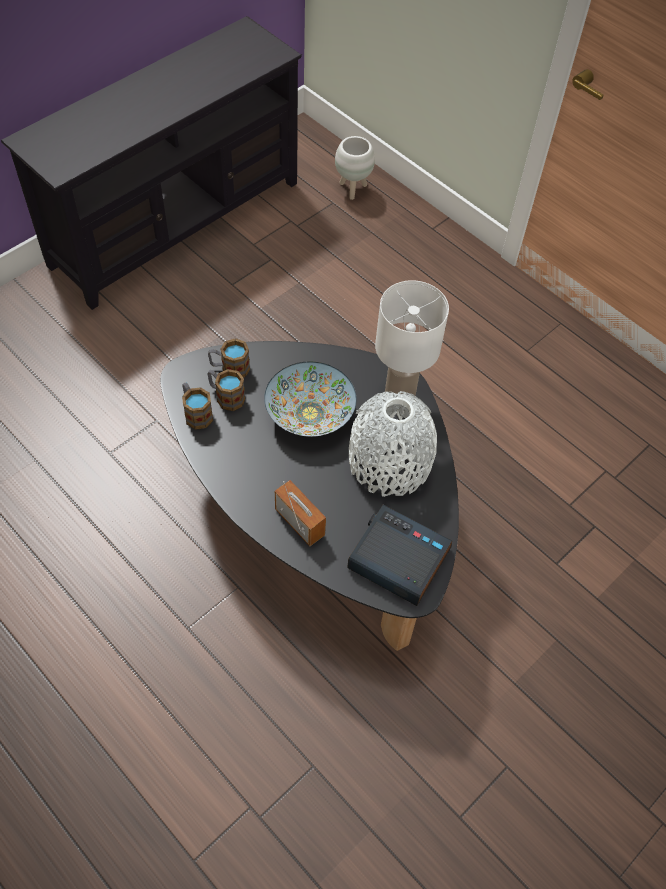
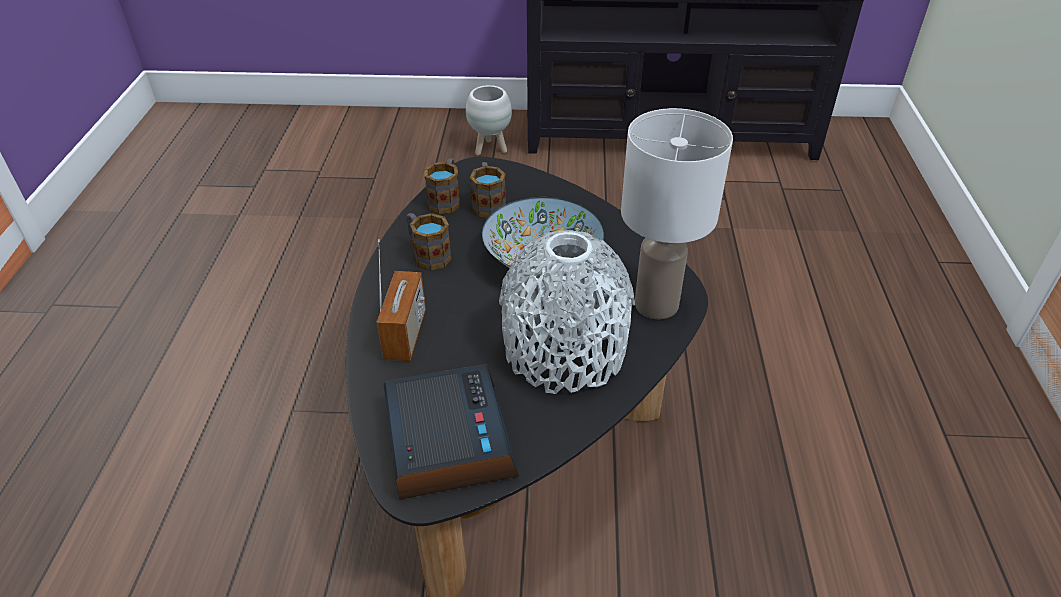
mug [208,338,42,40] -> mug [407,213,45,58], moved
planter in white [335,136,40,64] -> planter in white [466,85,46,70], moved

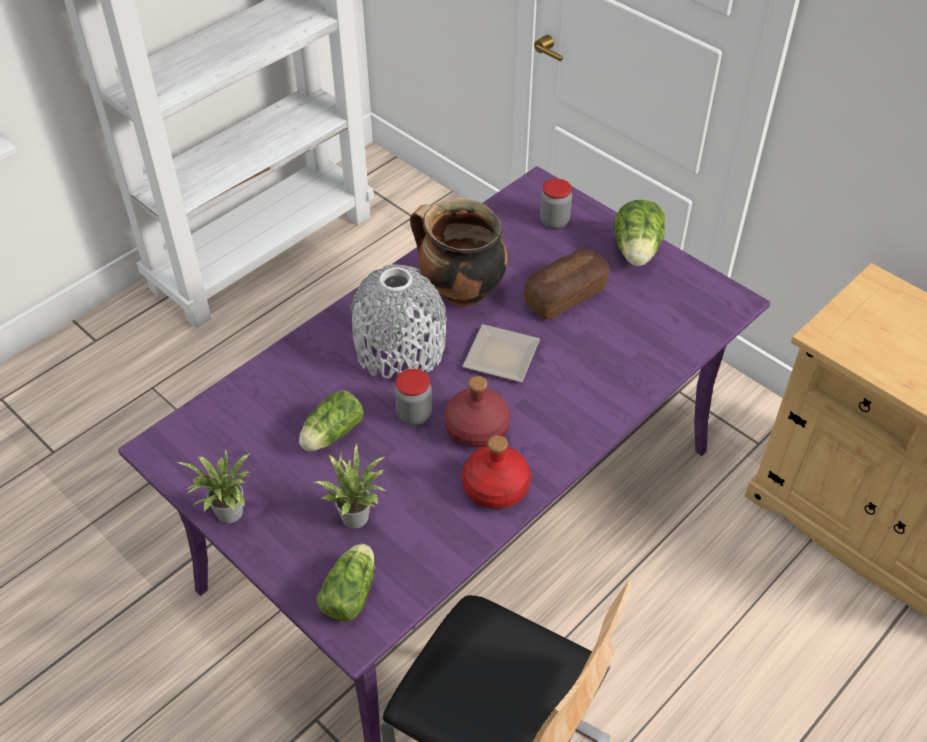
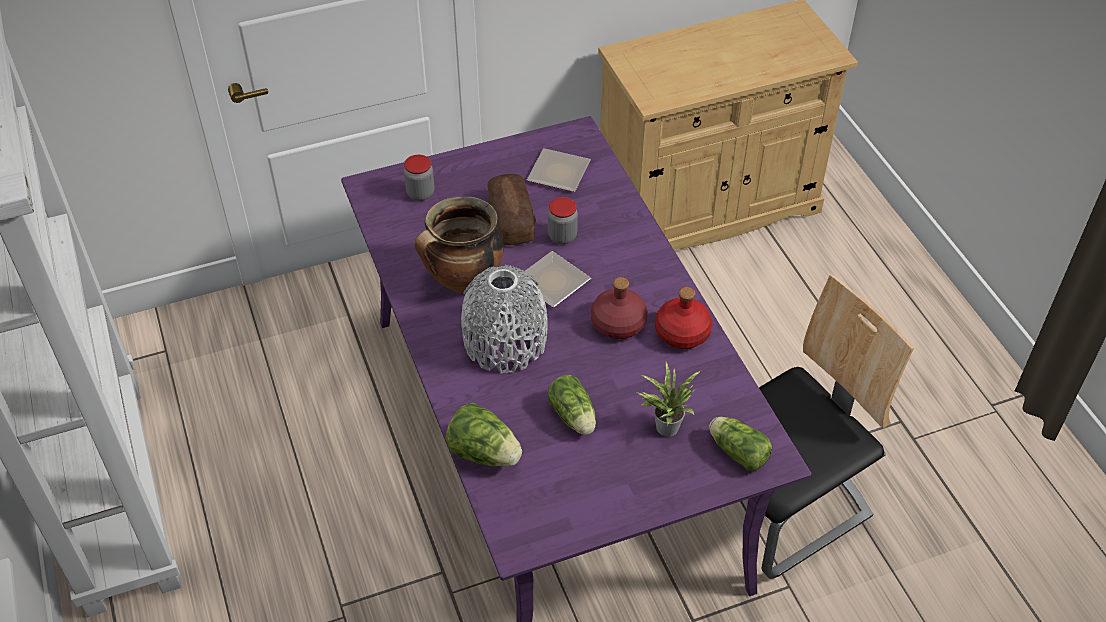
potted plant [176,448,75,75] -> none
none -> plate [527,148,64,44]
jar [395,369,37,56] -> jar [548,197,30,47], moved
lettuce [614,200,51,66] -> lettuce [446,403,76,64], moved

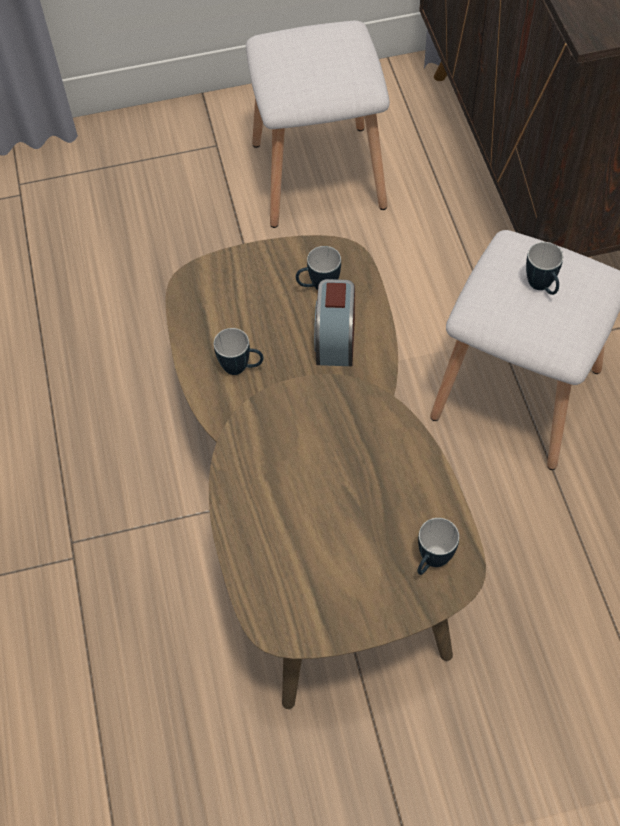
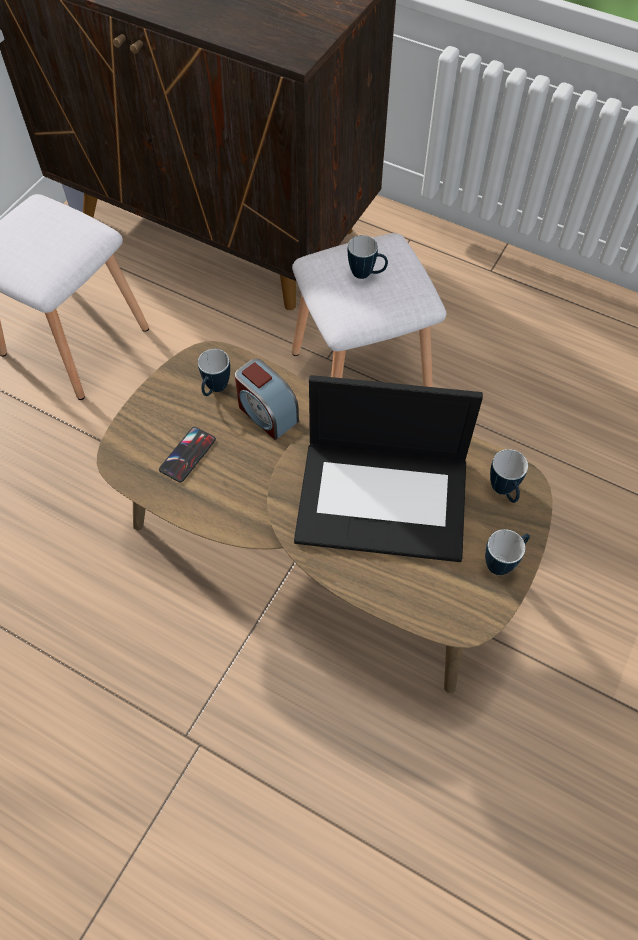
none -> phone [159,427,57,56]
none -> laptop [294,375,189,187]
mug [214,328,50,47] -> mug [485,529,45,46], moved

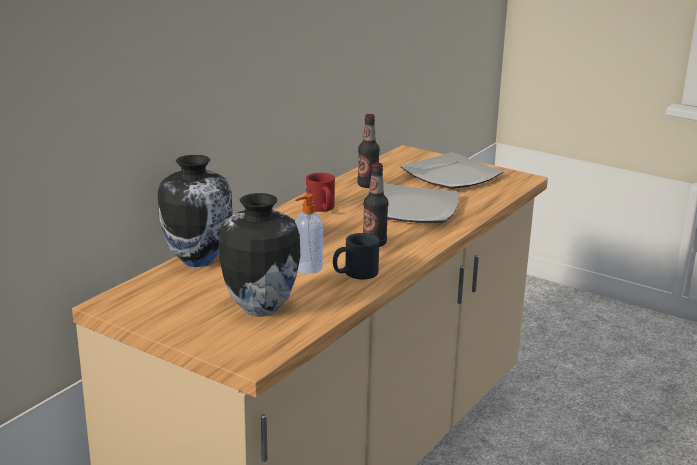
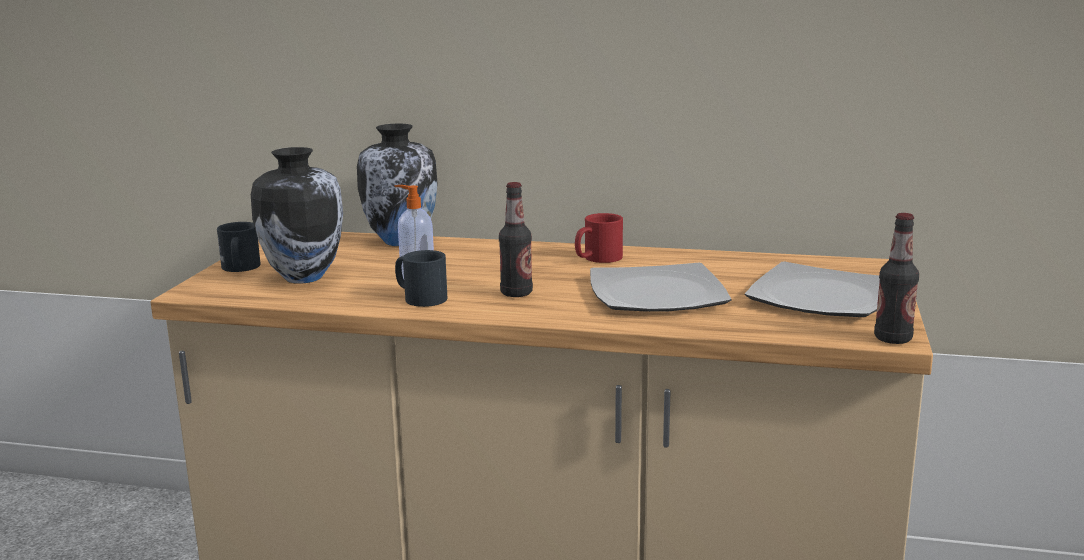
none -> mug in black [217,222,44,50]
bottle [357,114,23,74] -> bottle [874,213,45,131], moved

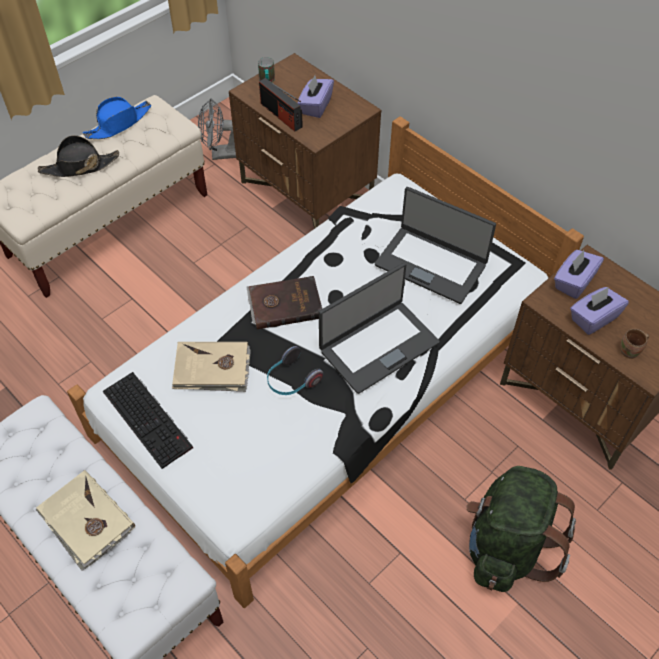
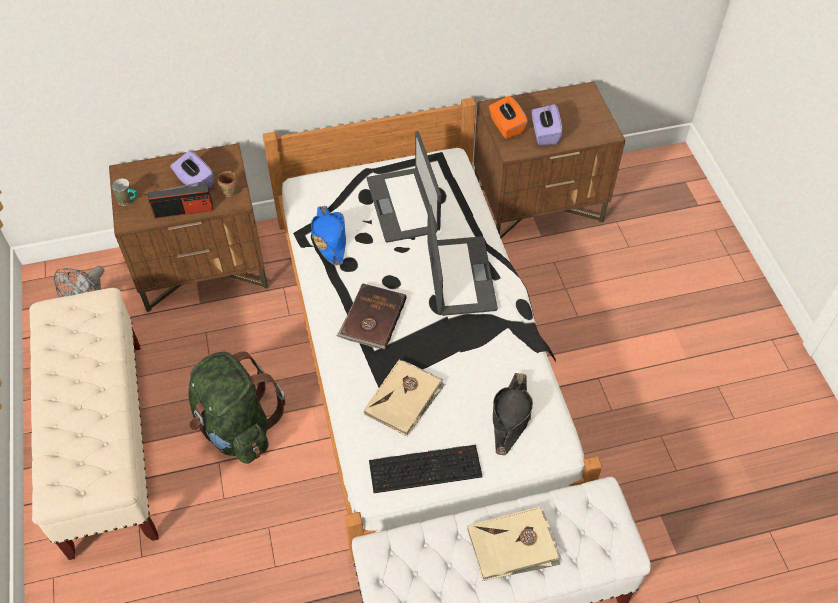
headphones [267,346,56,49] -> none
hat in black [38,135,81,42] -> hat in black [493,373,40,82], moved
hat in blue [83,97,68,42] -> hat in blue [311,206,35,59], moved
backpack in green [466,466,110,126] -> backpack in green [189,351,96,113], moved
mug in brown [620,329,29,30] -> mug in brown [218,171,20,26], moved
tissue box in purple [554,250,50,49] -> tissue box in orange [489,96,39,43]
laptop [375,187,121,117] -> laptop [366,131,75,112], 105 degrees clockwise

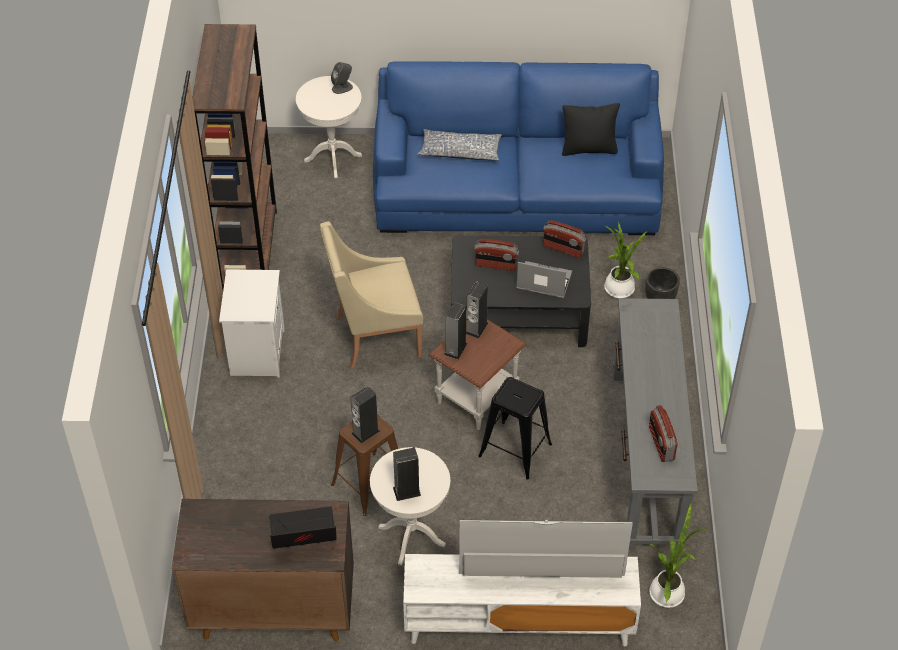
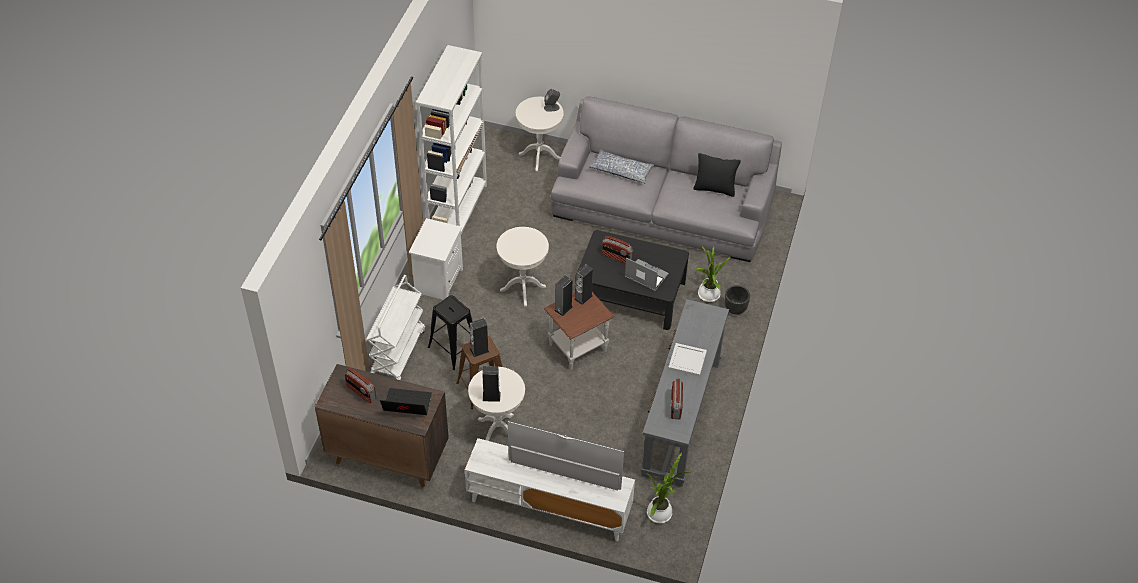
none -> cart in white [366,275,59,105]
none -> tray in white [668,343,39,34]
stool in black [478,377,74,103] -> stool in black [428,295,45,75], moved
radio [543,220,43,38] -> radio [345,368,31,35], moved
armchair in beige [320,221,103,147] -> side table in white [497,227,52,80]
bookcase in brown [192,24,85,265] -> bookcase in white [416,45,71,189]
sofa in blue [373,61,291,174] -> sofa in grey [551,96,231,166]

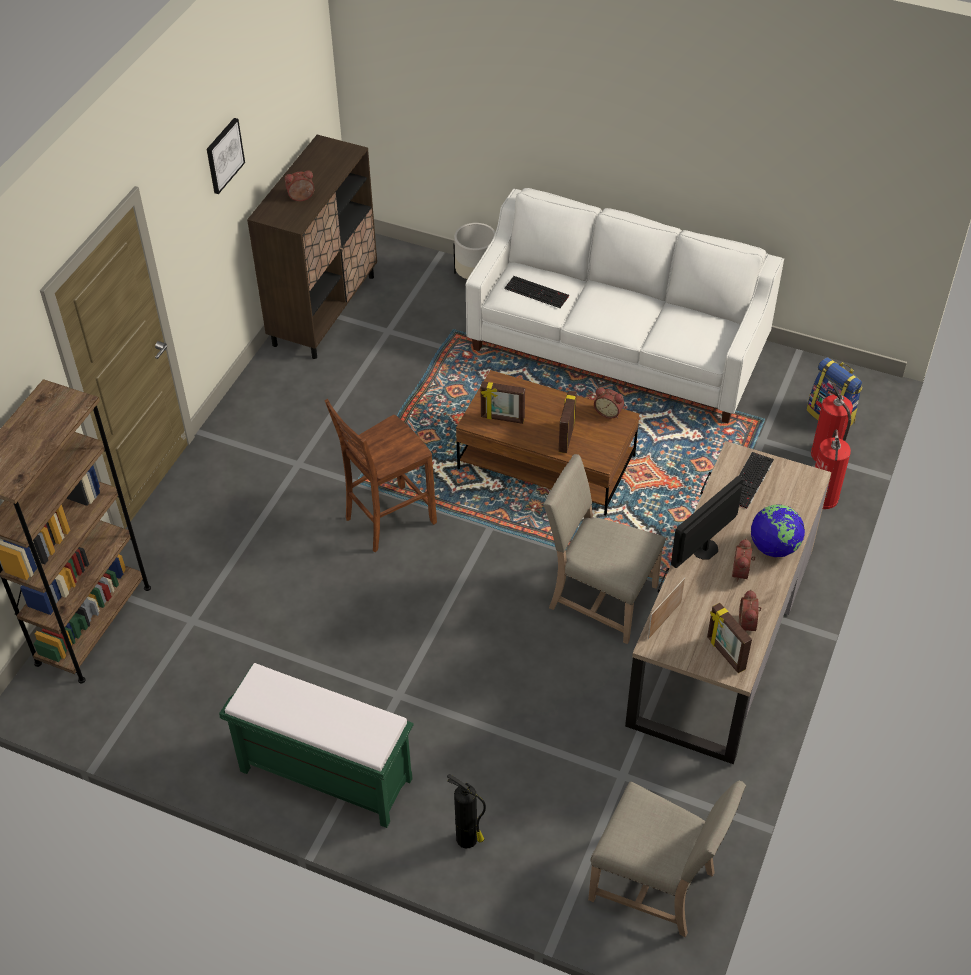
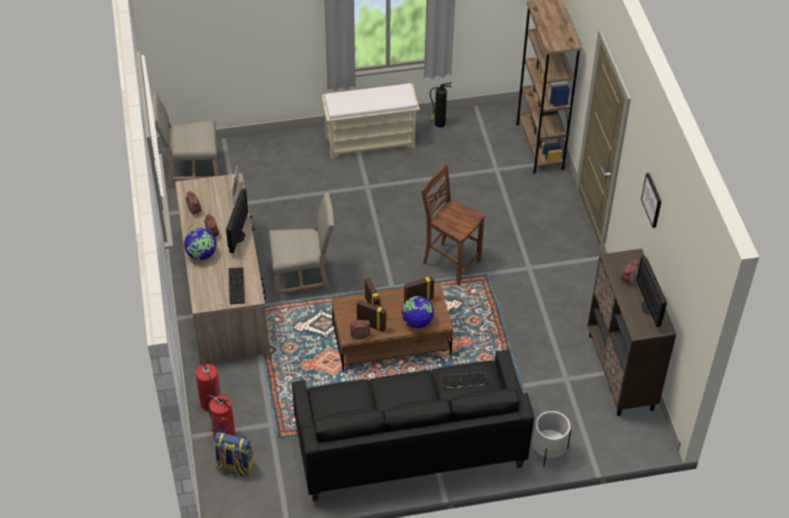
none -> globe [402,296,32,32]
none -> monitor [637,256,30,71]
fire extinguisher [447,774,39,75] -> fire extinguisher [430,82,21,46], moved
picture frame [707,603,45,70] -> picture frame [356,300,30,32], moved
bench in green [219,663,194,165] -> bench in beige [321,83,99,76]
sofa in white [466,188,318,235] -> sofa in black [292,349,242,152]
chair in brown [324,399,113,153] -> chair in brown [421,165,64,121], 75 degrees counterclockwise

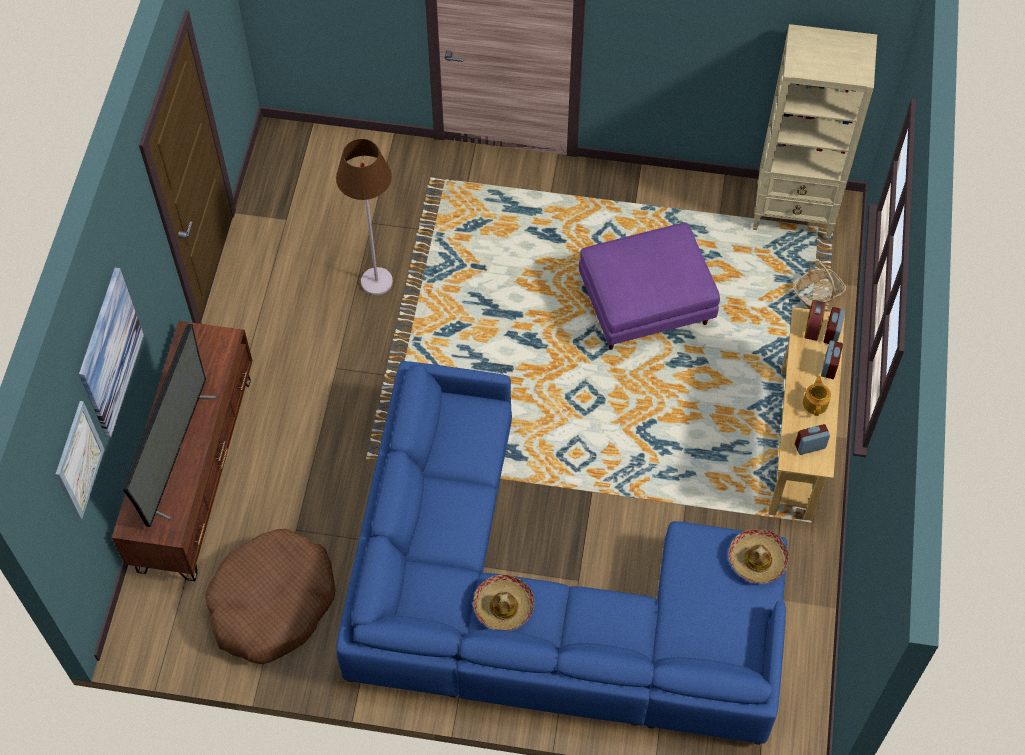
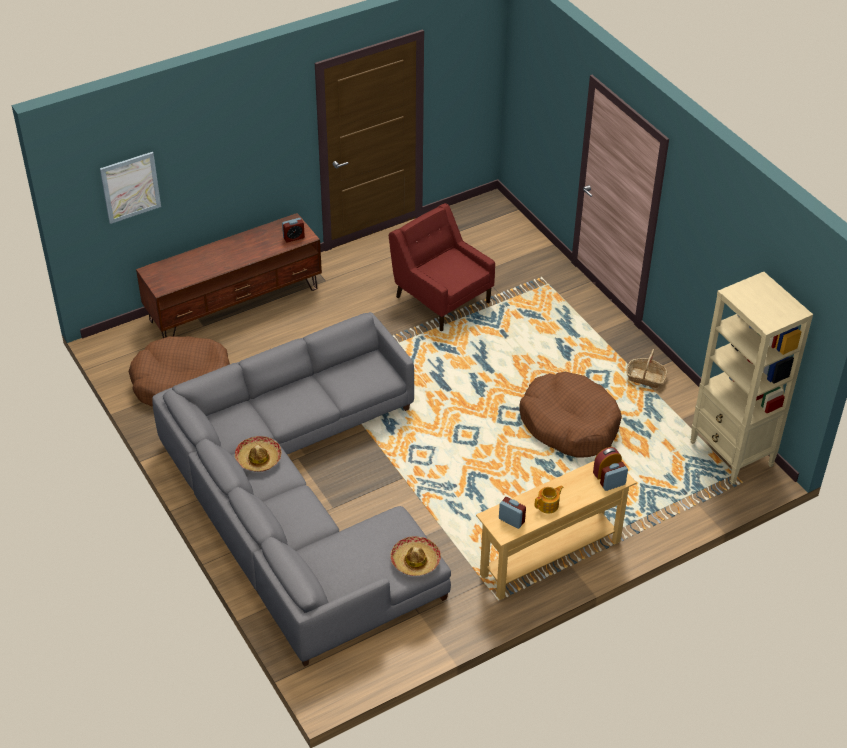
picture [79,268,65,169] -> none
television [122,324,94,203] -> none
basket [794,261,52,48] -> basket [626,349,41,39], moved
alarm clock [821,340,22,39] -> alarm clock [282,218,23,24], moved
floor lamp in brown [336,139,57,156] -> armchair in red [389,203,106,128]
ottoman in purple [579,222,141,128] -> dog bed in brown [520,372,102,86]
sofa in blue [336,361,451,384] -> sofa in grey [152,312,299,355]

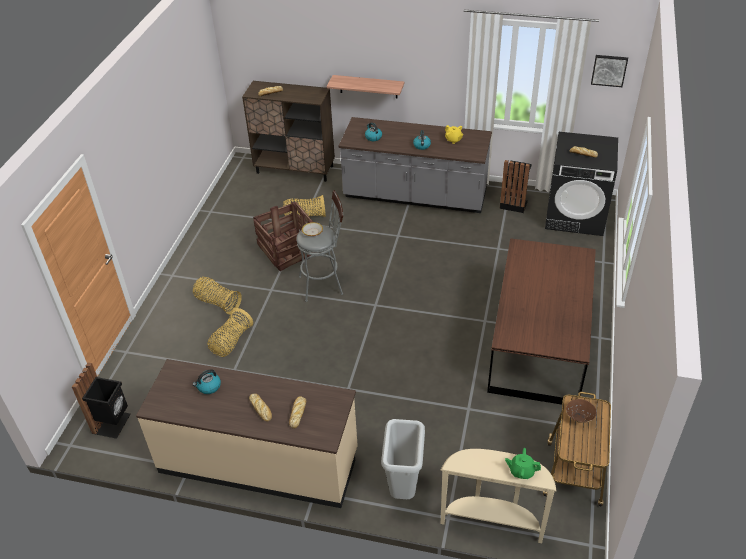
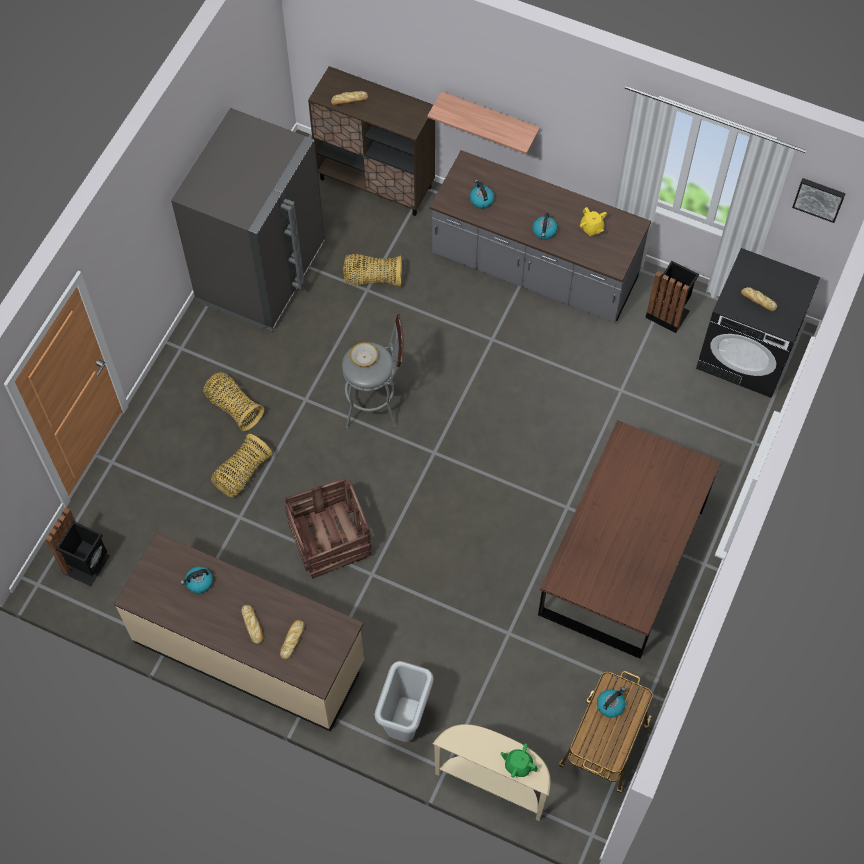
none -> fridge in grey [171,108,154,223]
crate [253,202,60,69] -> crate [284,478,87,101], moved
bowl in brown [566,399,31,24] -> kettle [597,687,28,31]

